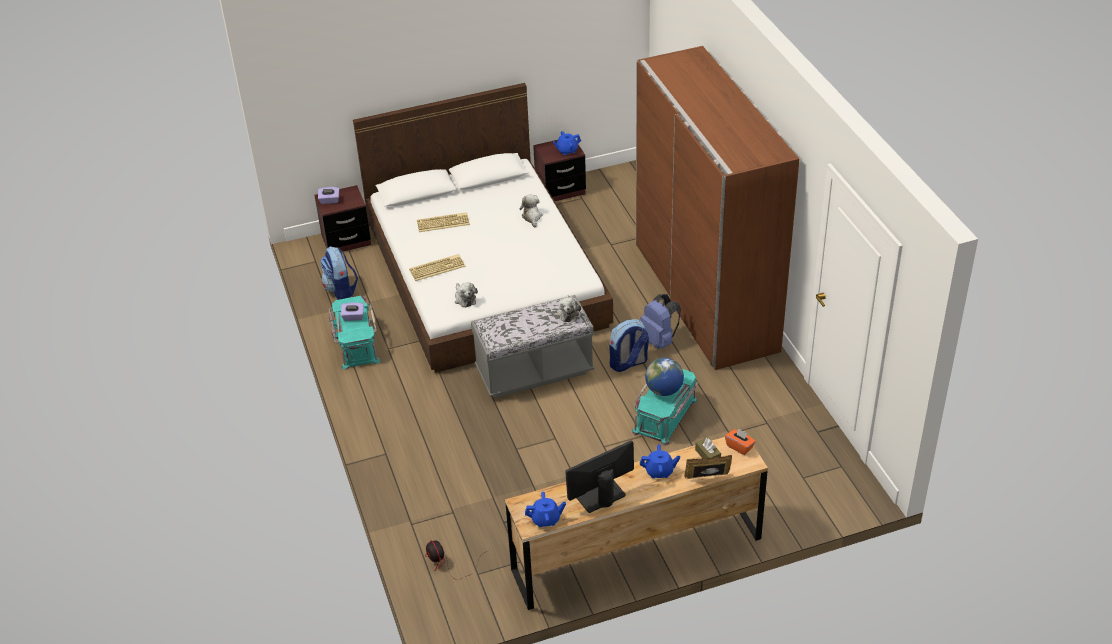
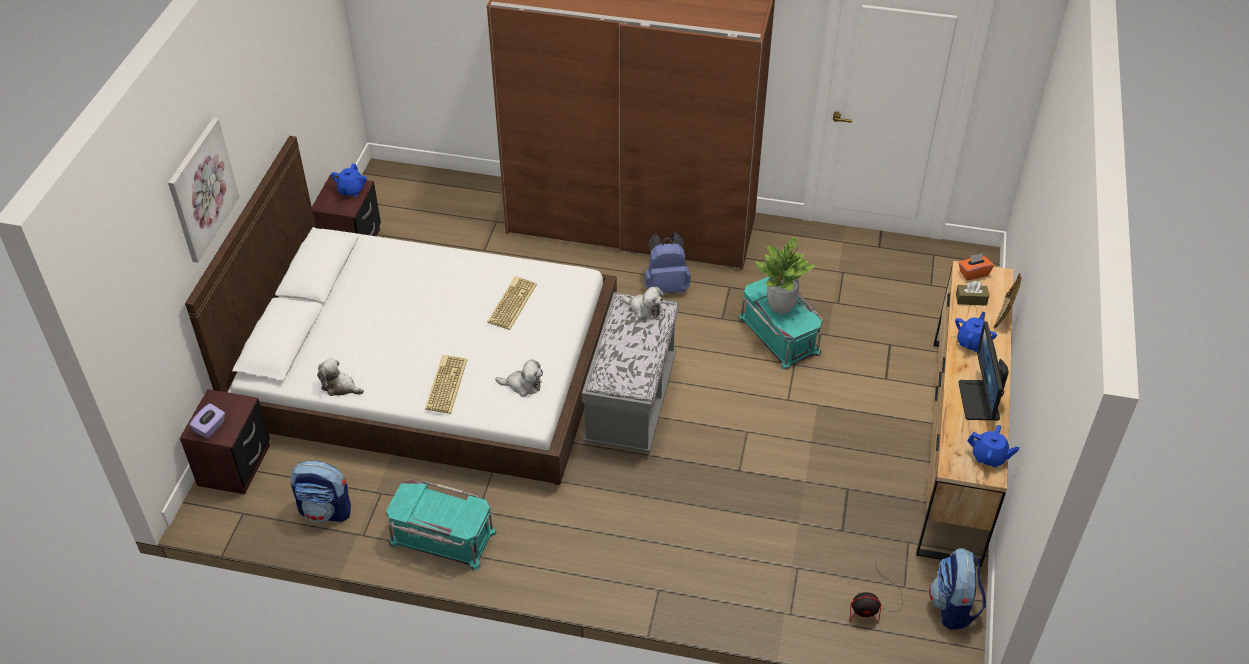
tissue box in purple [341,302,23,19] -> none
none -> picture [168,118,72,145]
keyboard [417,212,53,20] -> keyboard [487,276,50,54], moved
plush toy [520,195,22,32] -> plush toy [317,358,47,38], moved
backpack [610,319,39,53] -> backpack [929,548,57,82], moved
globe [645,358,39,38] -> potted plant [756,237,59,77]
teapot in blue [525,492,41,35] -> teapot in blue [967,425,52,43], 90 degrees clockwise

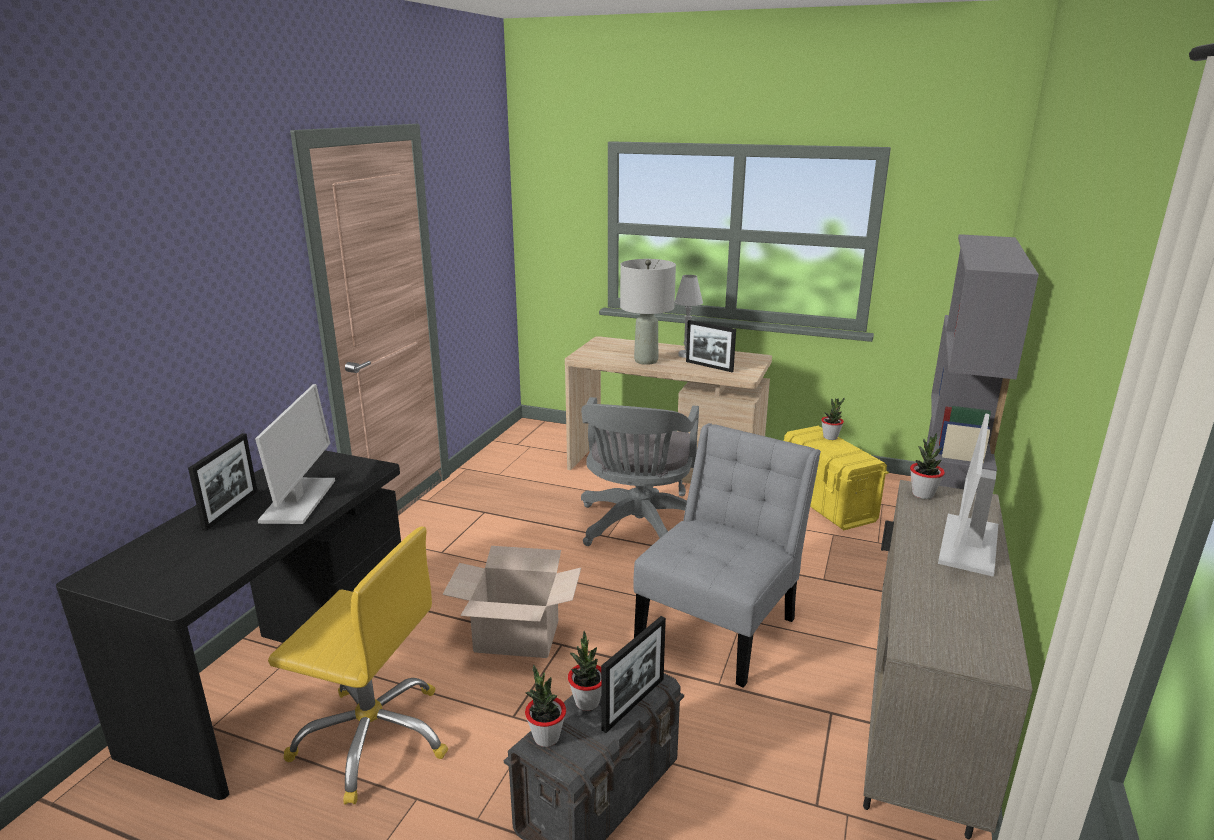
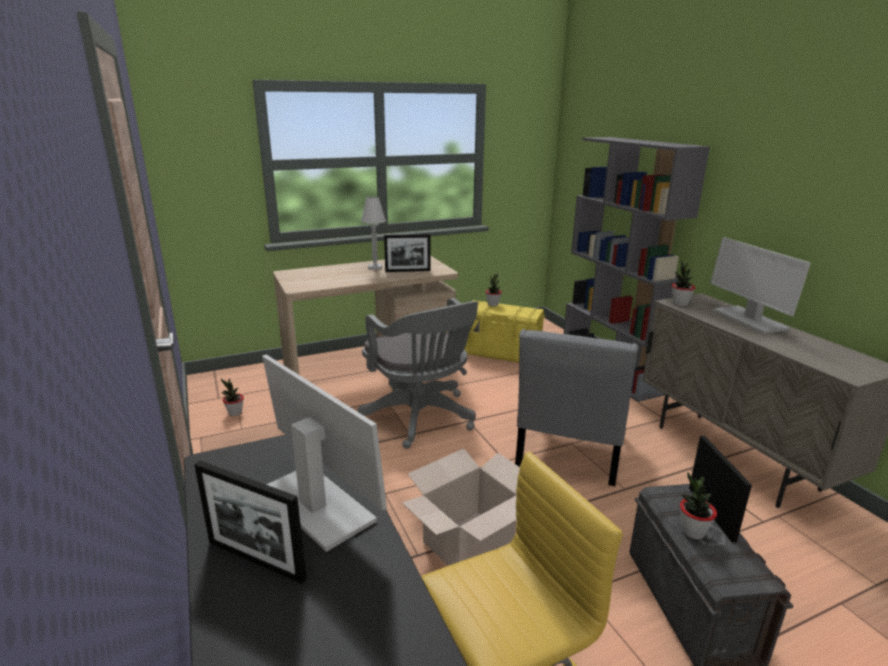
table lamp in grey [620,259,56,106] -> none
potted plant [525,665,41,82] -> potted plant [221,379,23,37], moved
picture frame [188,433,70,98] -> picture frame [194,461,113,123], 150 degrees clockwise
chair in grey [633,423,188,265] -> chair in grey [515,329,123,157], 150 degrees counterclockwise

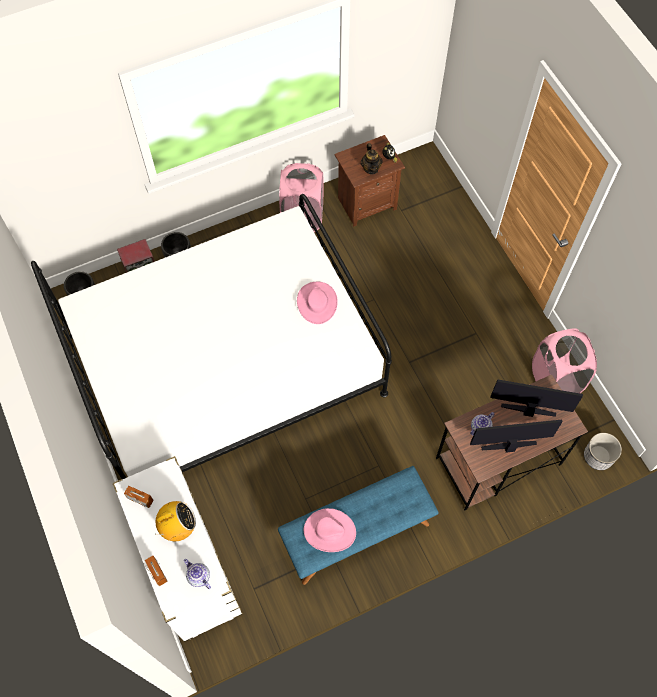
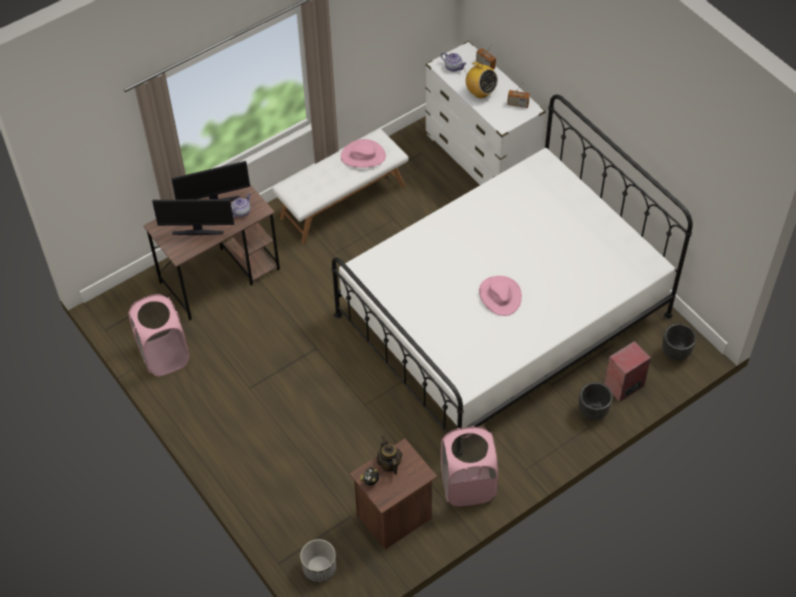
hat in pink [297,282,41,42] -> hat in pink [479,276,43,40], moved
planter [584,433,38,37] -> planter [300,539,36,43], moved
bench in blue [278,466,161,119] -> bench in white [273,129,135,115]
radio [155,501,41,40] -> radio [464,62,34,36], 105 degrees counterclockwise

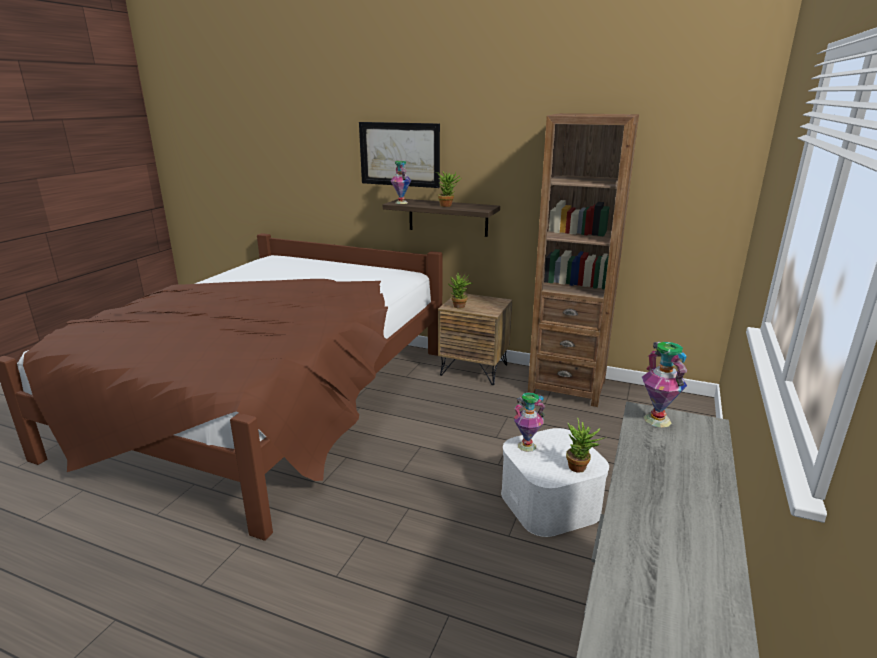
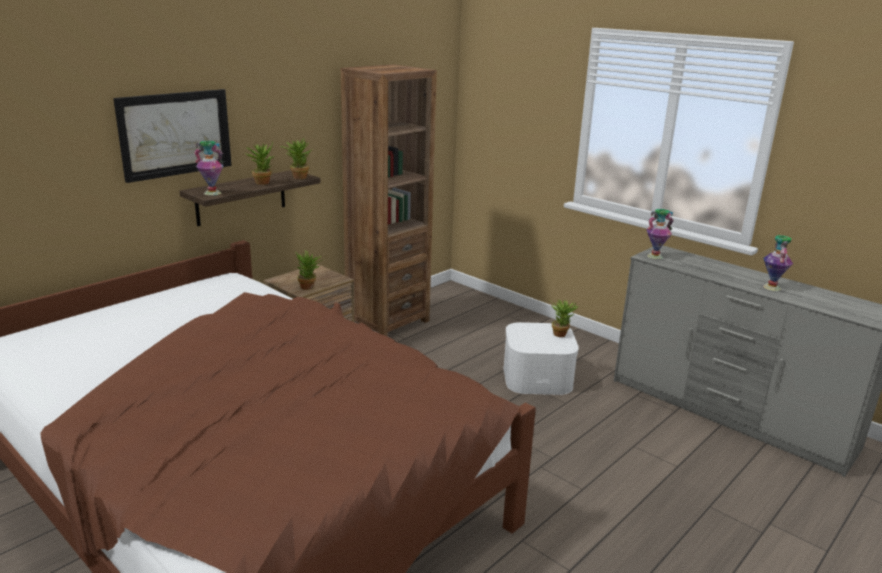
none -> potted plant [280,139,32,40]
vase [514,393,31,59] -> vase [763,235,30,56], moved

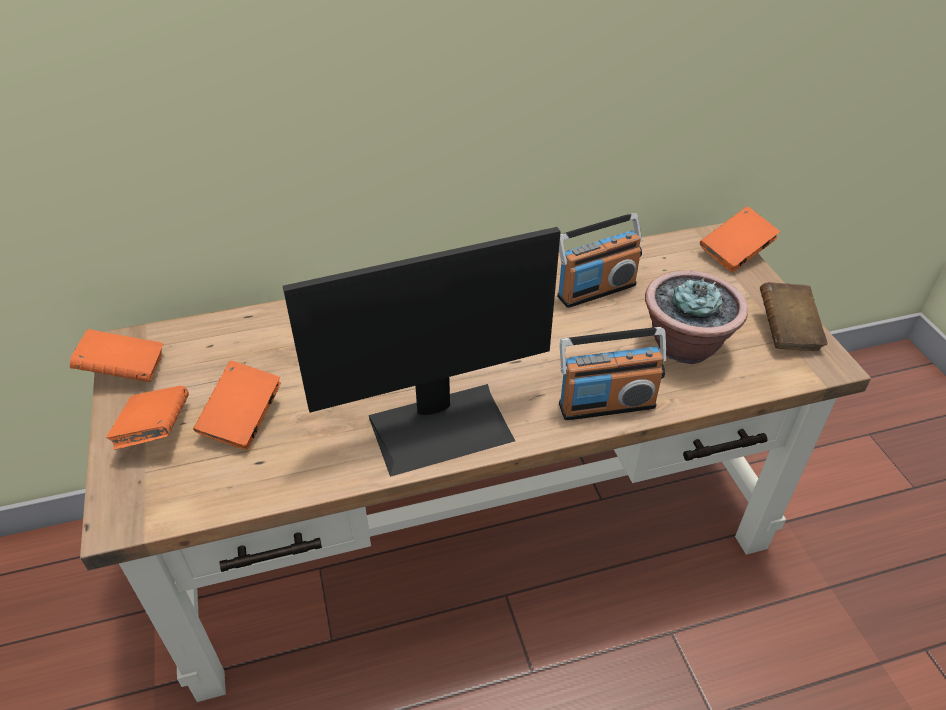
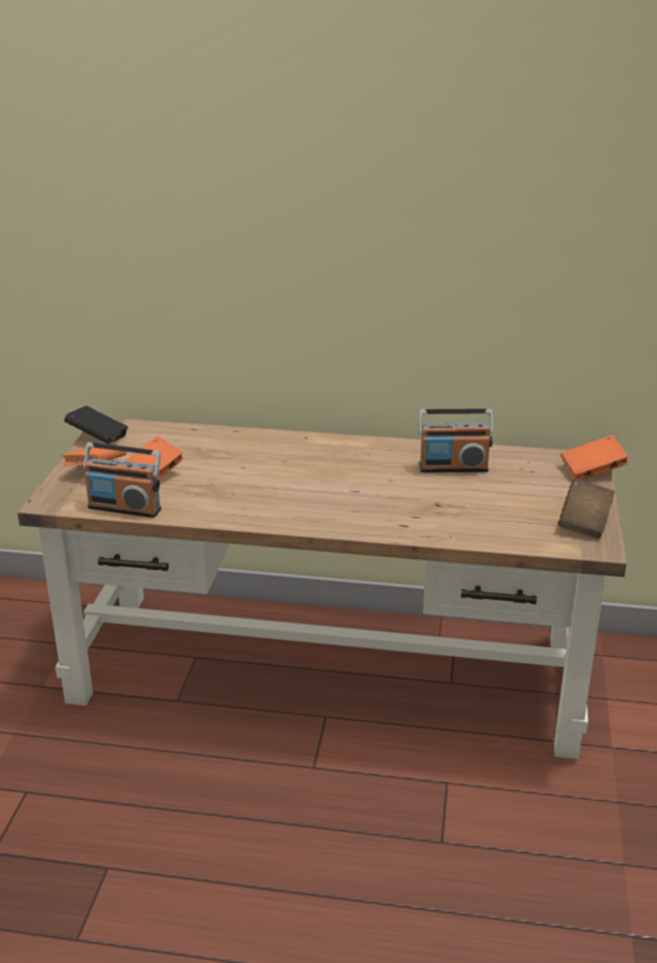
monitor [283,227,278,250] -> none
potted plant [645,270,103,94] -> none
radio [559,327,107,93] -> radio [83,442,78,76], moved
book in orange [70,329,93,53] -> book in black [64,406,65,38]

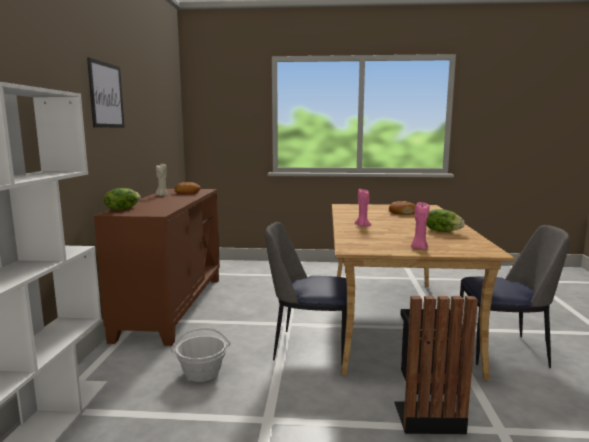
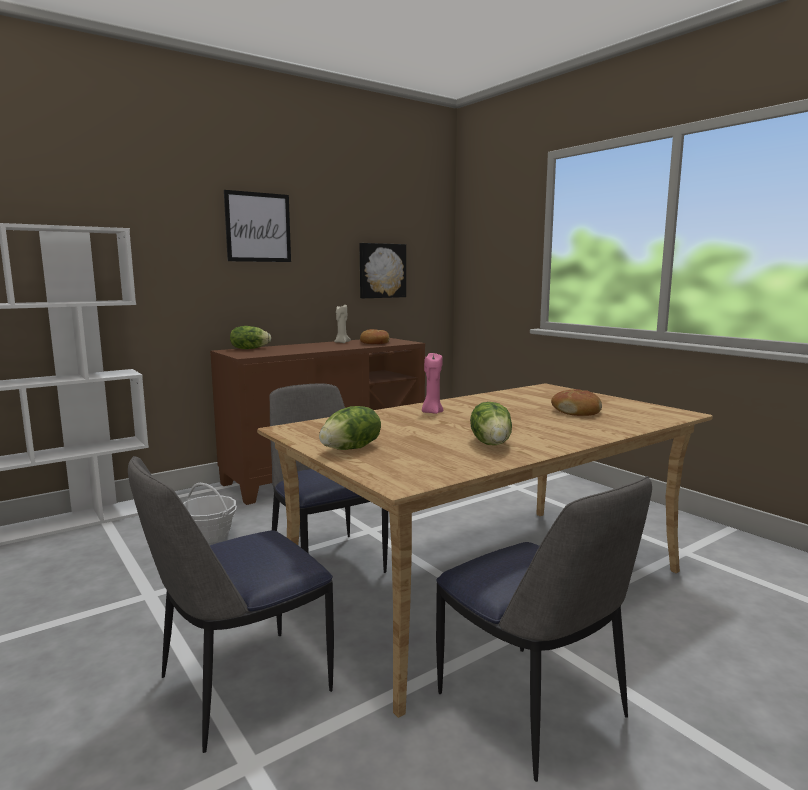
none -> picture [360,243,46,55]
trash can in black [394,296,84,138] -> chair [128,456,206,297]
candle in pink [411,202,18,47] -> lettuce [319,406,62,44]

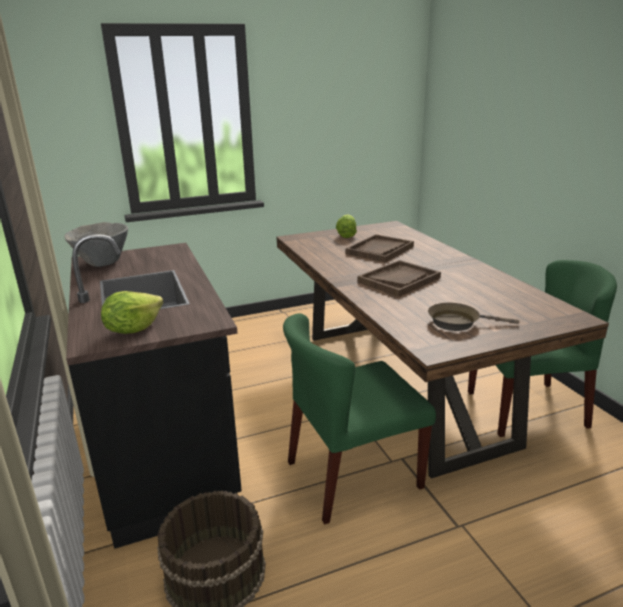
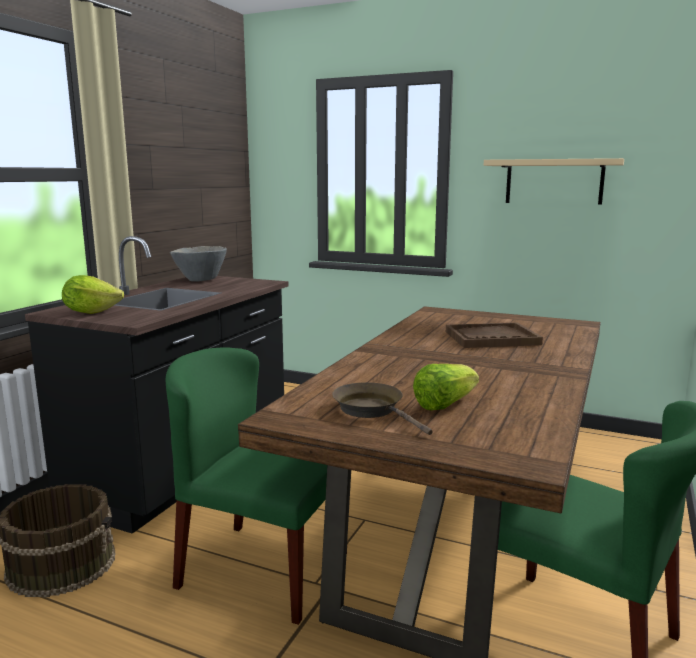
tray in brown [358,260,83,37] -> none
none -> shelf in beige [484,158,140,47]
lettuce [336,214,21,24] -> lettuce [413,364,66,46], moved

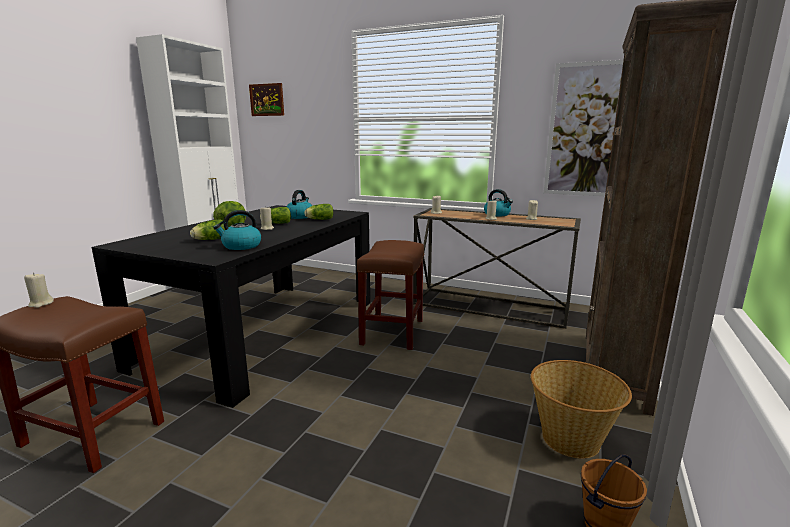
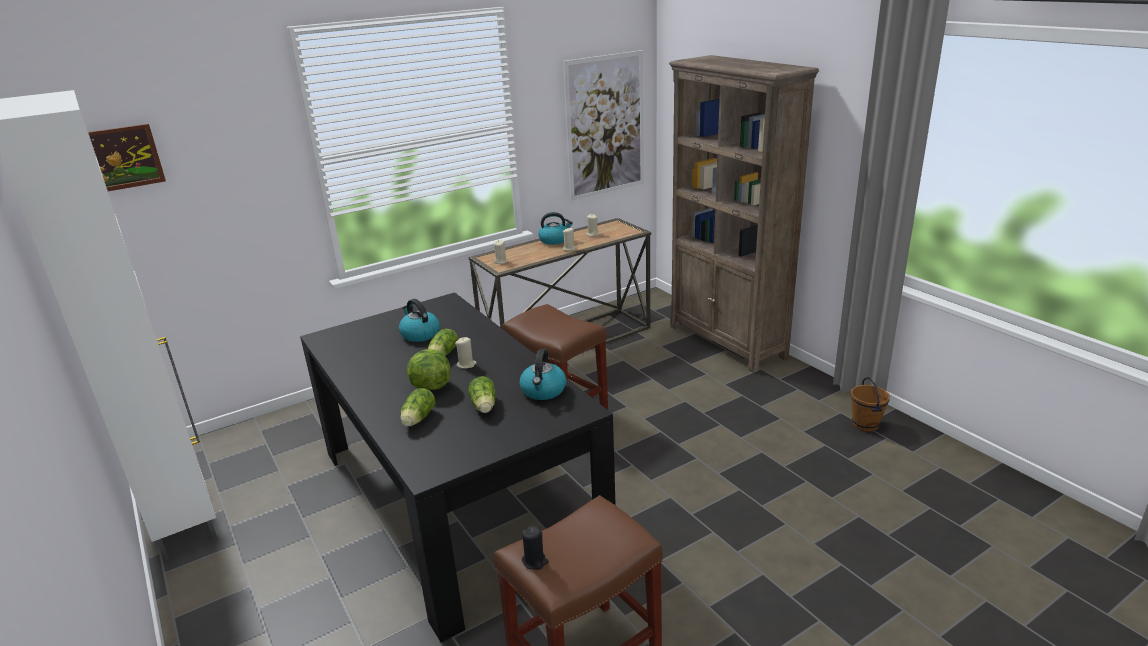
basket [531,360,101,98] -> none
lettuce [304,204,29,16] -> lettuce [401,388,34,39], moved
candle in beige [24,272,30,36] -> candle in black [522,526,27,44]

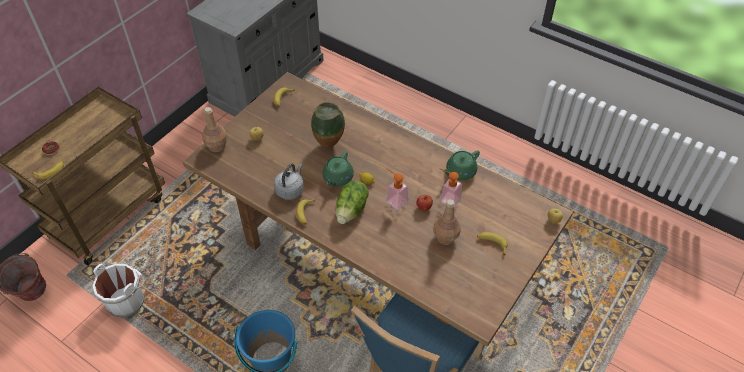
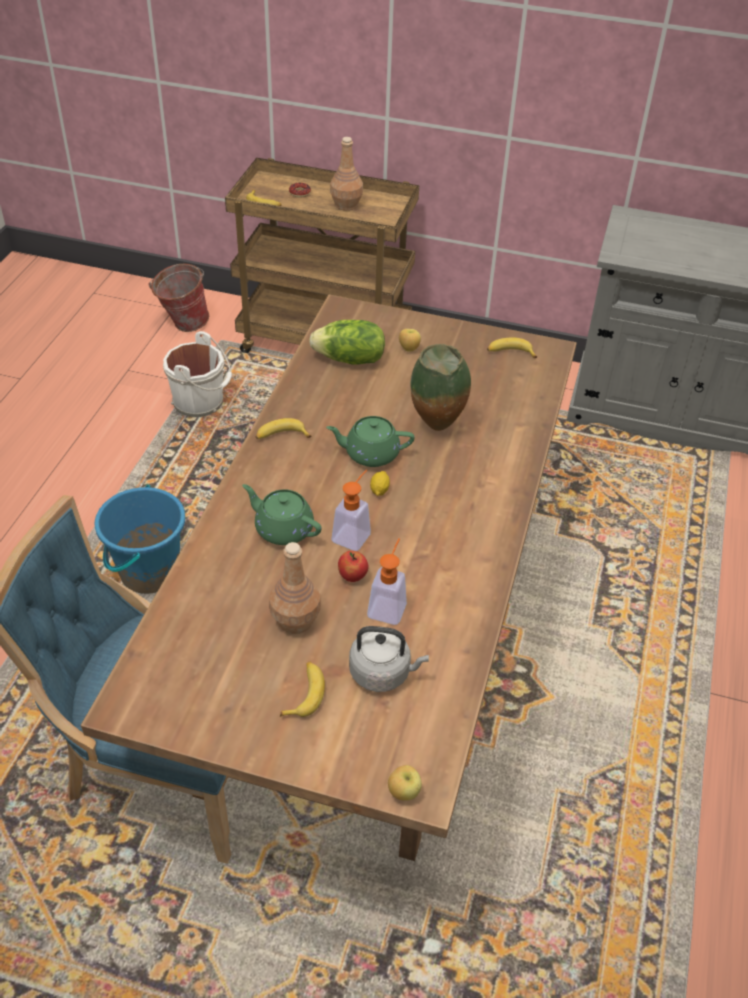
bottle in brown [202,107,25,45] -> bottle in brown [330,137,33,74], moved
kettle in grey [274,163,30,37] -> kettle in grey [349,626,80,66], moved
lettuce [336,181,33,43] -> lettuce [309,320,76,44], moved
teapot in green [443,150,37,30] -> teapot in green [242,484,80,61], moved

